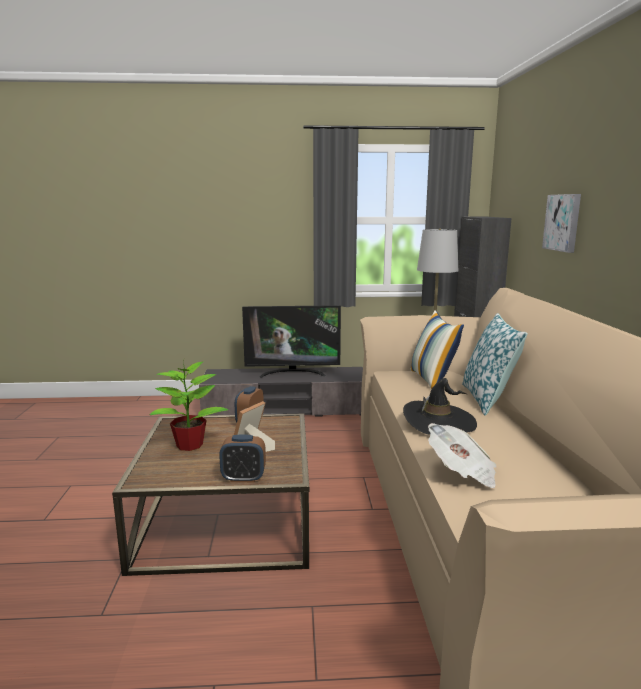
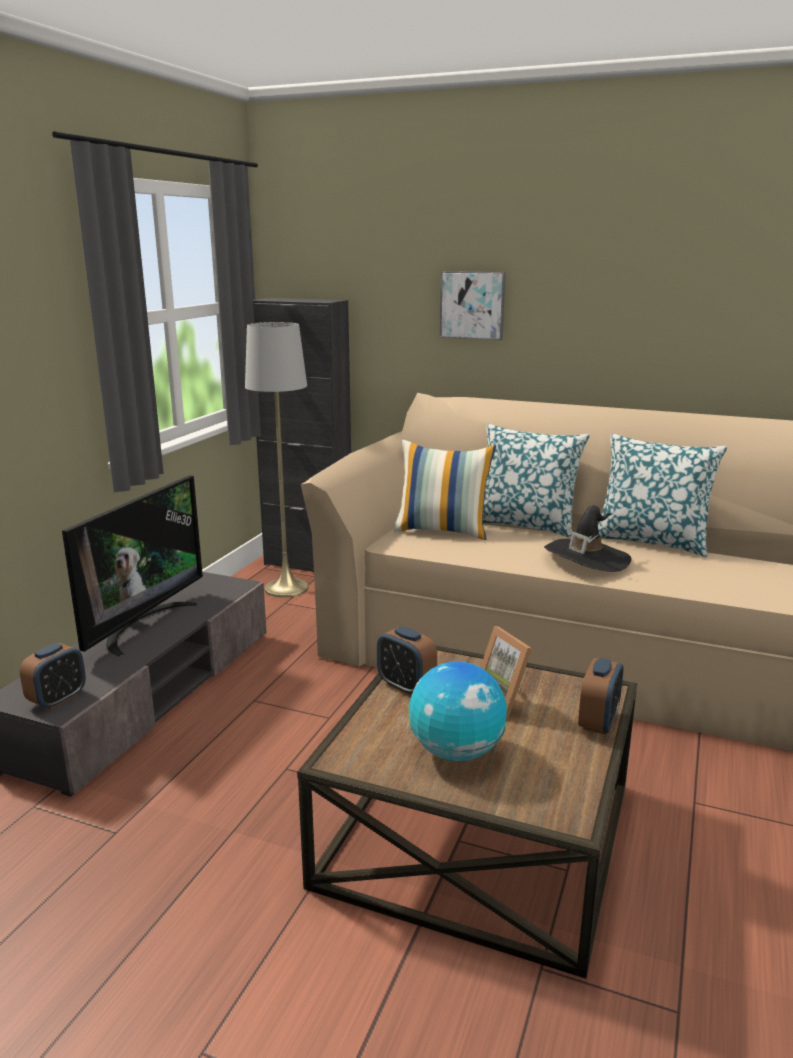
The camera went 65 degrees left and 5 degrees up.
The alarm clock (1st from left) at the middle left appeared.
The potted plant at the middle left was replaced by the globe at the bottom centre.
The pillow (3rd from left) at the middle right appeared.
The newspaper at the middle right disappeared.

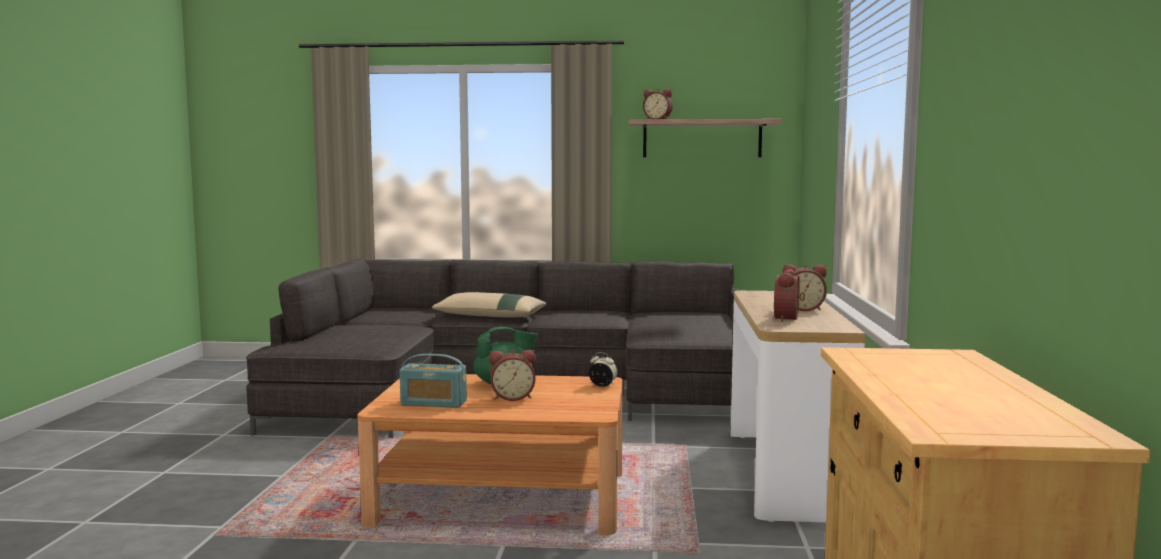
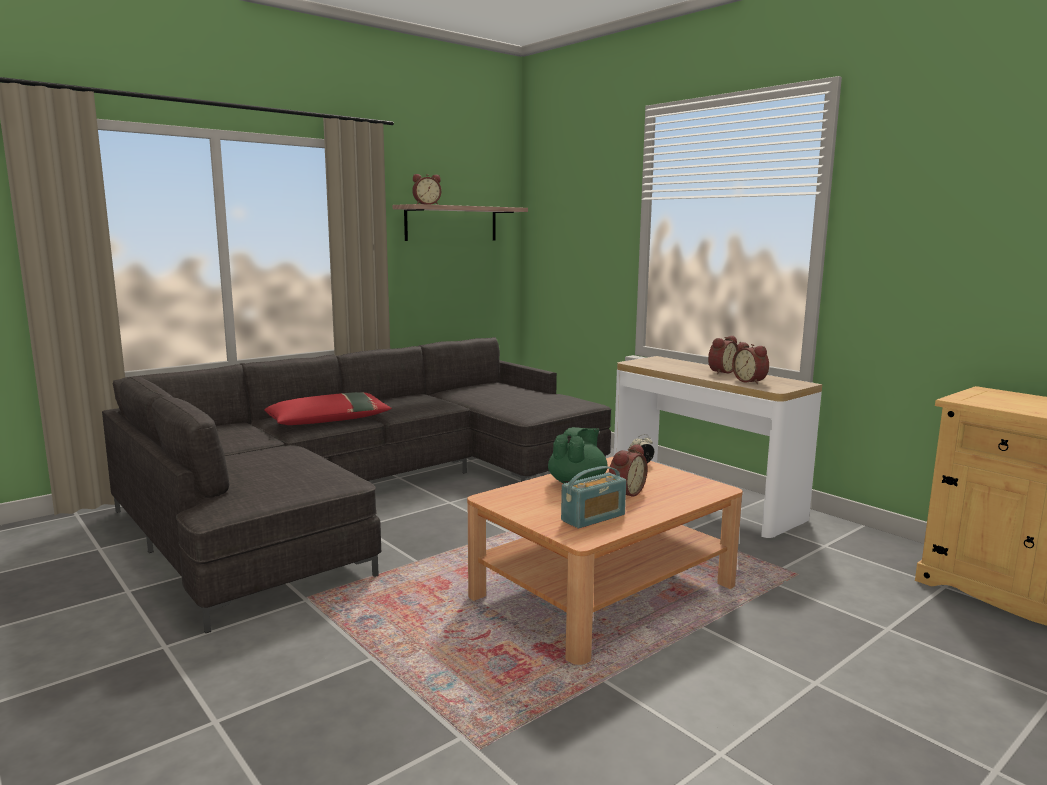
The camera went 45 degrees left and 5 degrees up.
The pillow (beige) at the centre became the pillow (red) at the middle left.

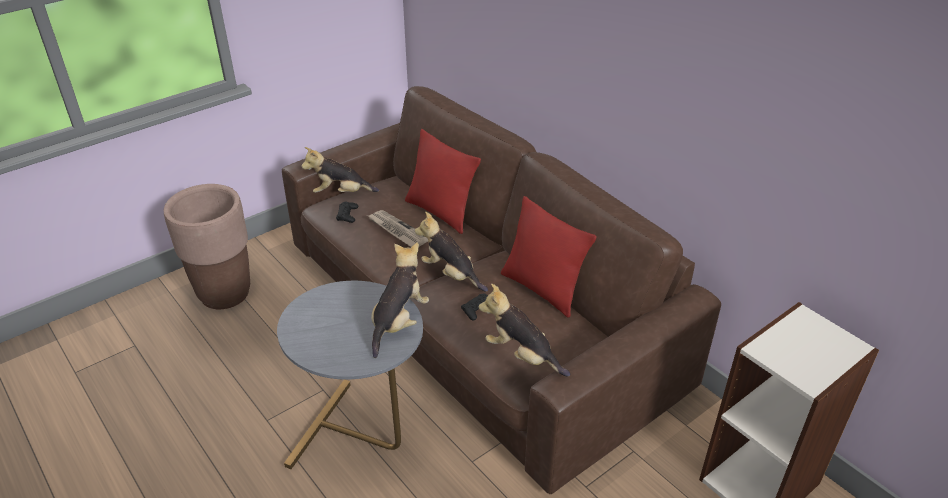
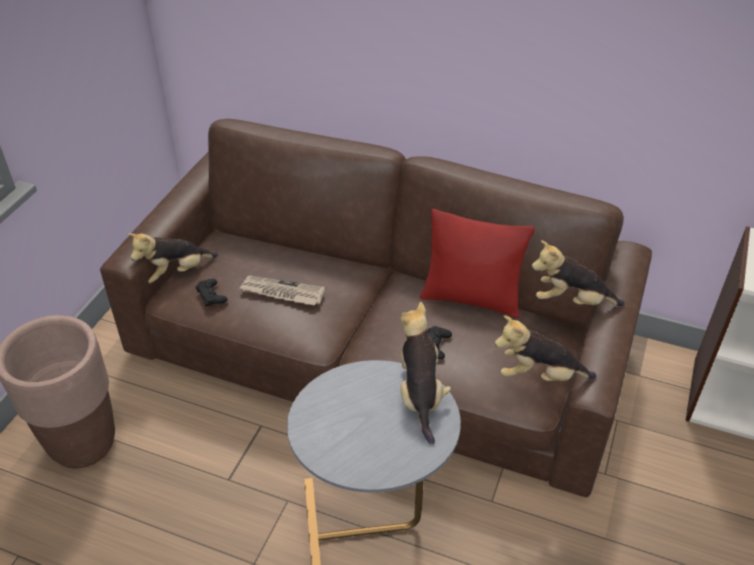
The camera went 30 degrees left and 5 degrees up.
The plush toy (3rd from left in the first image) moved from the centre to the middle right.
The pillow (red) (1st from left) at the centre disappeared.

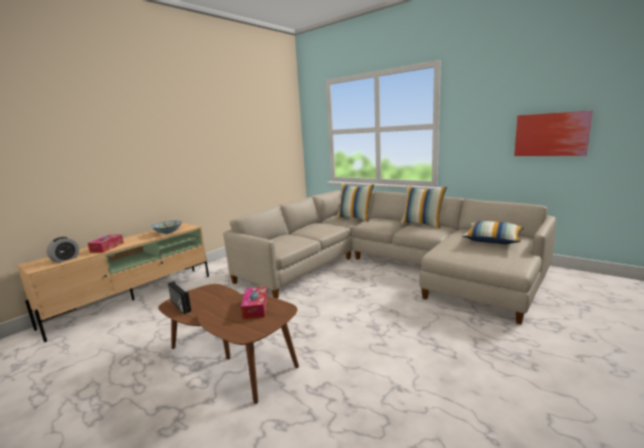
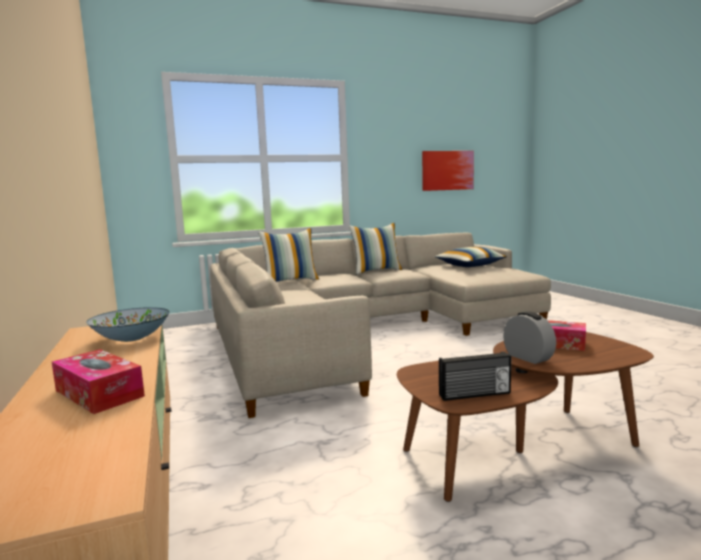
The camera went 60 degrees left and 5 degrees down.
The alarm clock moved from the middle left to the middle right.

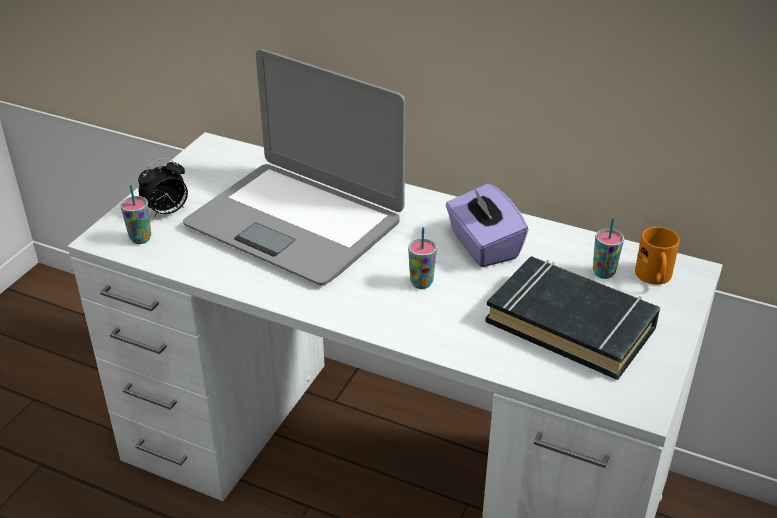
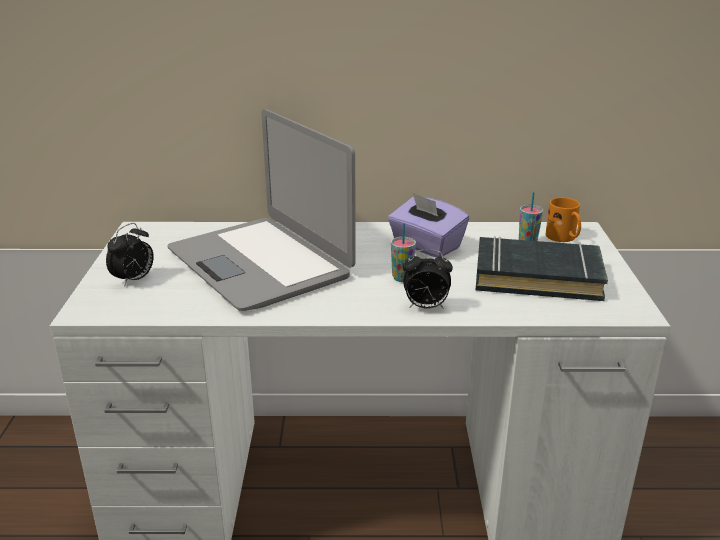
The camera went 25 degrees left and 10 degrees down.
The laptop at the top centre turned 45 degrees clockwise.
The alarm clock (2nd from left) at the centre appeared.
The cup (1st from left) at the middle left disappeared.

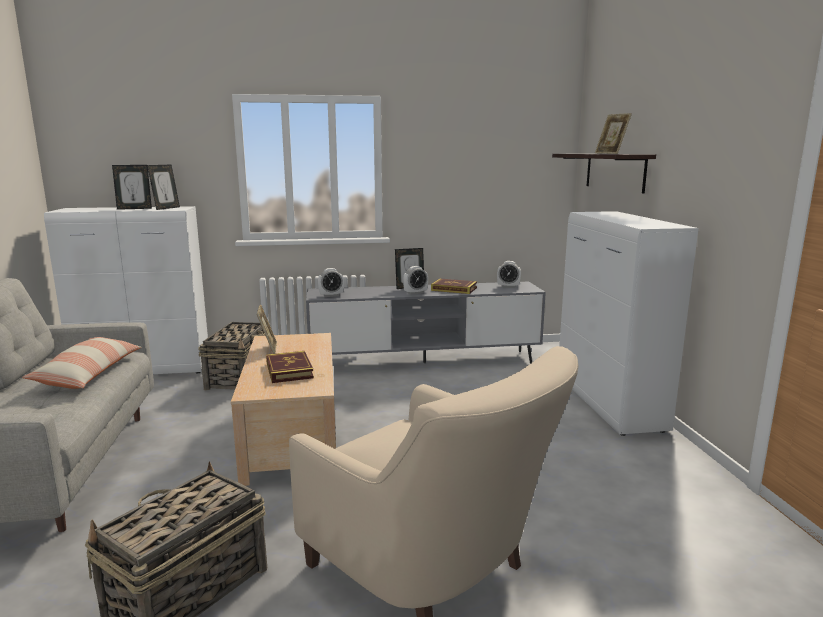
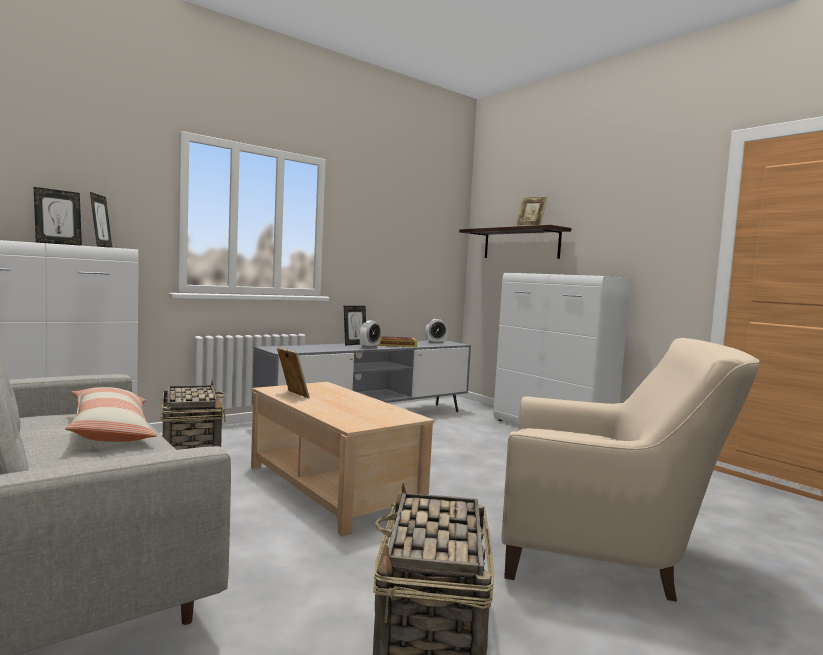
The camera went 30 degrees left and 10 degrees down.
The book (1st from left) at the centre disappeared.
The alarm clock (1st from left) at the centre disappeared.

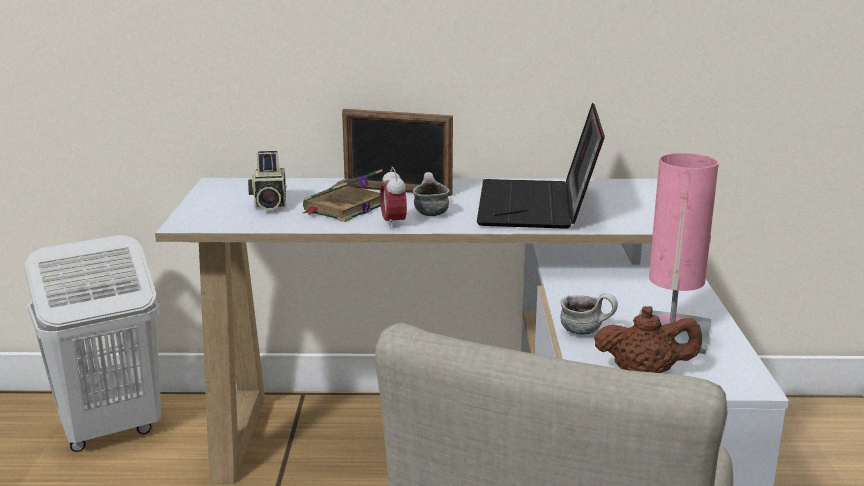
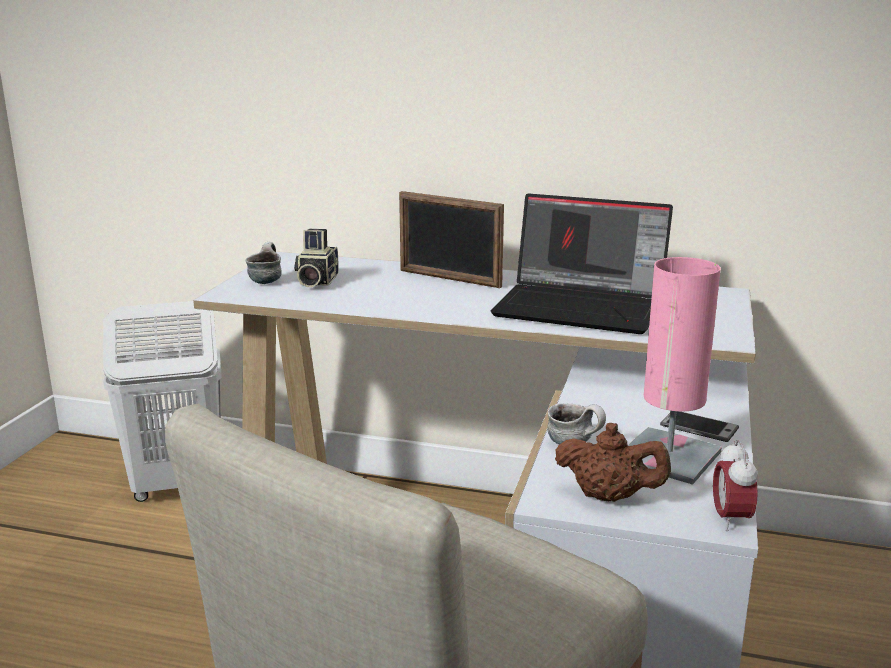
The camera went 15 degrees right and 0 degrees up.
The mug (1st from left) moved from the centre to the middle left.
The laptop at the centre turned 90 degrees counterclockwise.
The phone at the middle right appeared.
The alarm clock moved from the centre to the bottom right.
The book at the centre disappeared.

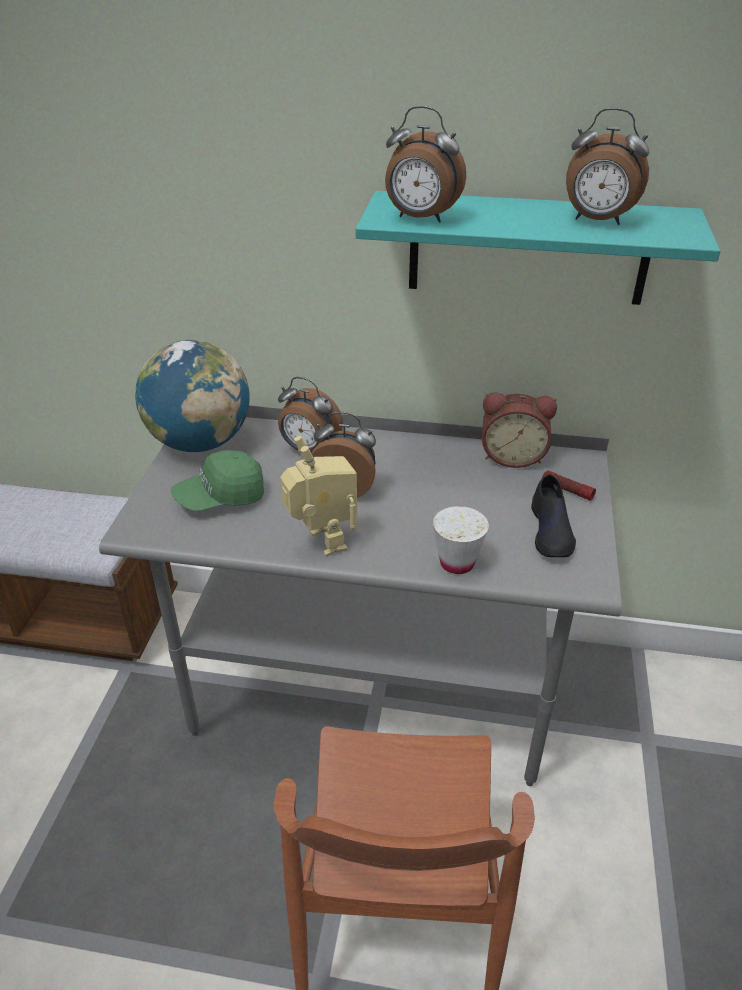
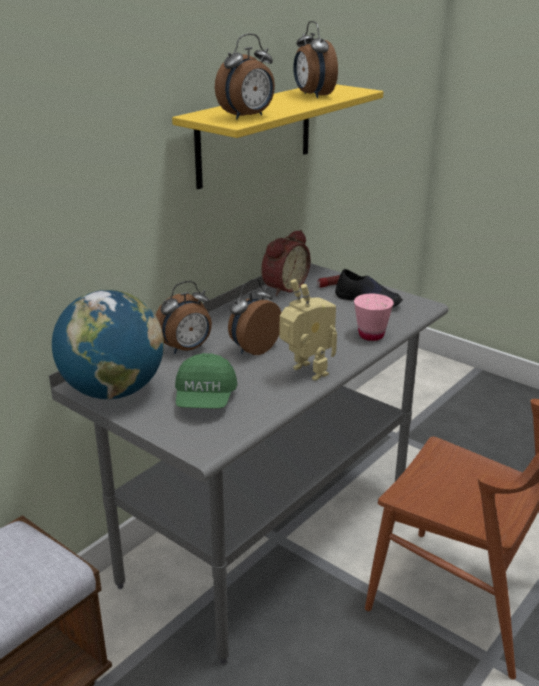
The camera went 60 degrees left and 10 degrees down.
The shelf (turquoise) at the top right became the shelf (yellow) at the top centre.
The toy robot at the centre turned 45 degrees clockwise.
The alarm clock (5th from left) at the top right turned 105 degrees clockwise.
The cup (white) at the centre became the cup (pink) at the middle right.

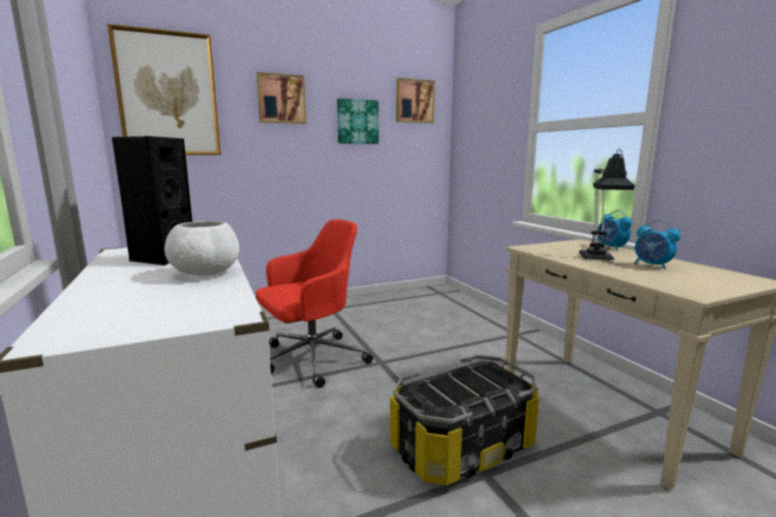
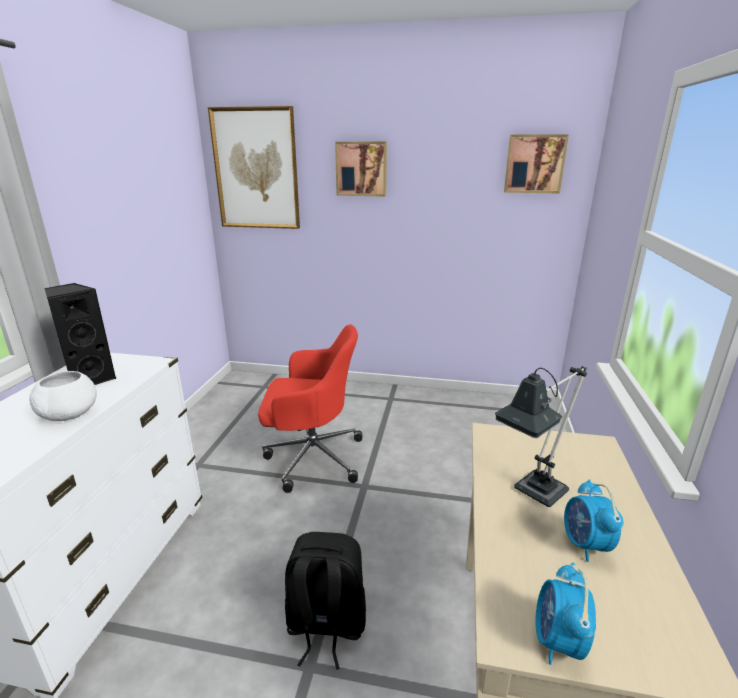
The camera went 35 degrees right and 10 degrees up.
The storage box at the bottom centre was replaced by the backpack (black) at the bottom centre.
The alarm clock (1st from left) moved from the middle right to the bottom right.
The picture (3rd from left) at the top centre disappeared.

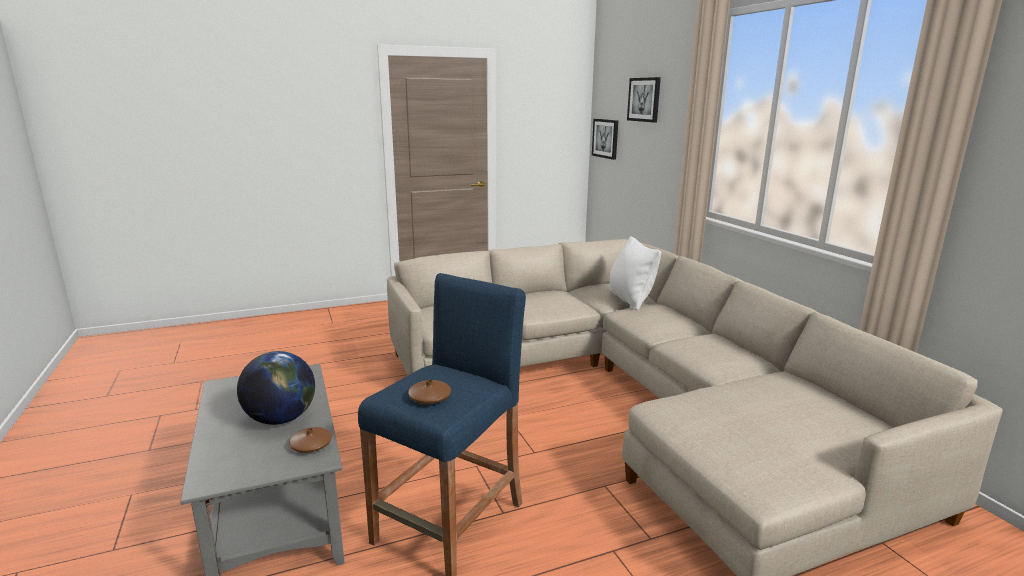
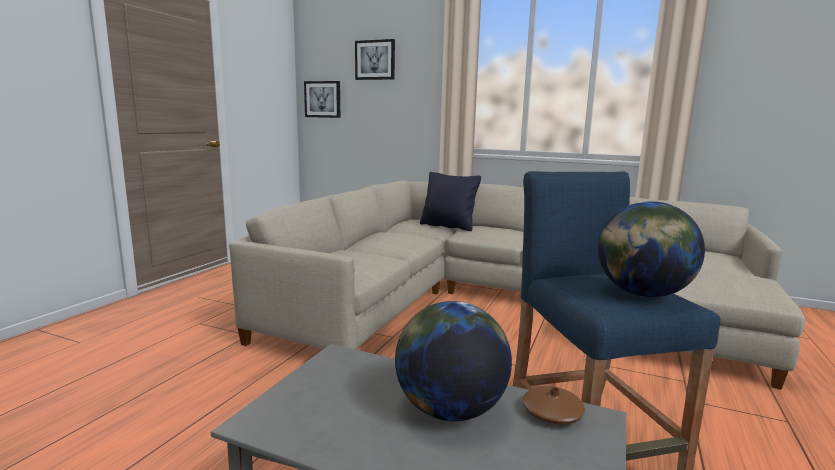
The camera went 45 degrees left and 5 degrees down.
The pillow (white) at the centre became the pillow (black) at the centre.
The vase (brown) (2nd from left) at the bottom centre was replaced by the globe (2nd from left) at the middle right.

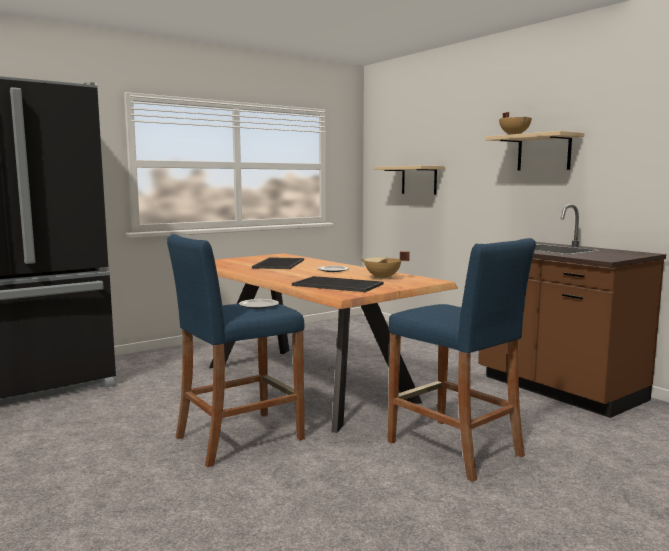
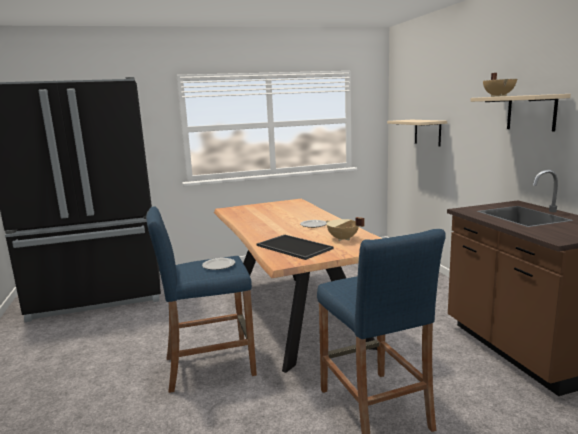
The camera went 20 degrees right and 5 degrees up.
The tray (1st from left) at the centre disappeared.

